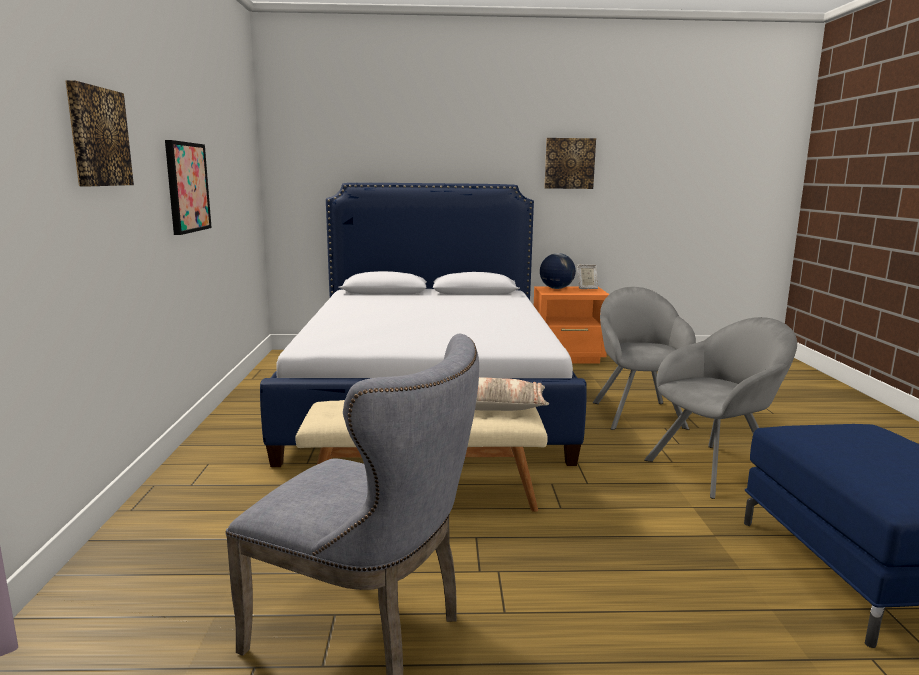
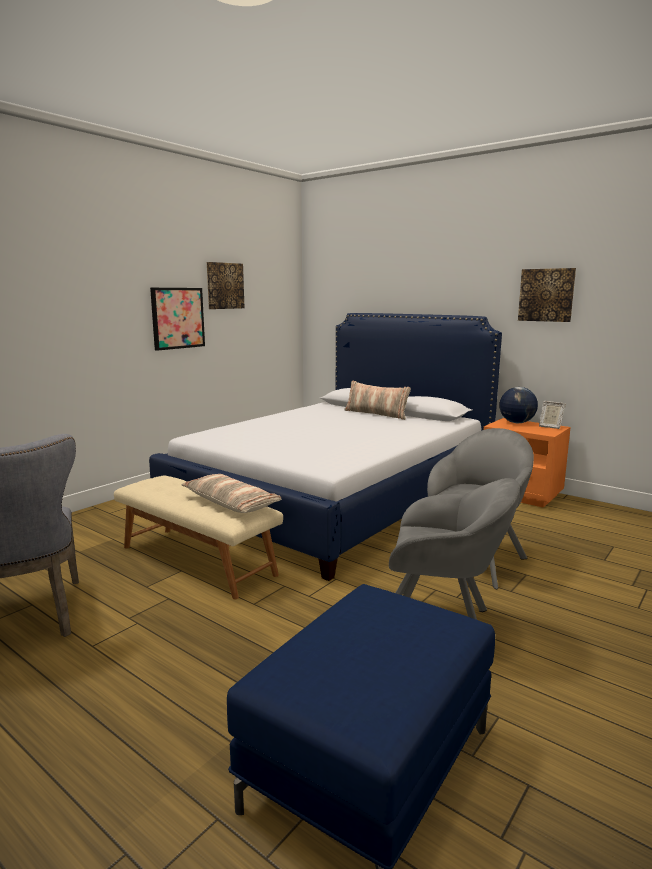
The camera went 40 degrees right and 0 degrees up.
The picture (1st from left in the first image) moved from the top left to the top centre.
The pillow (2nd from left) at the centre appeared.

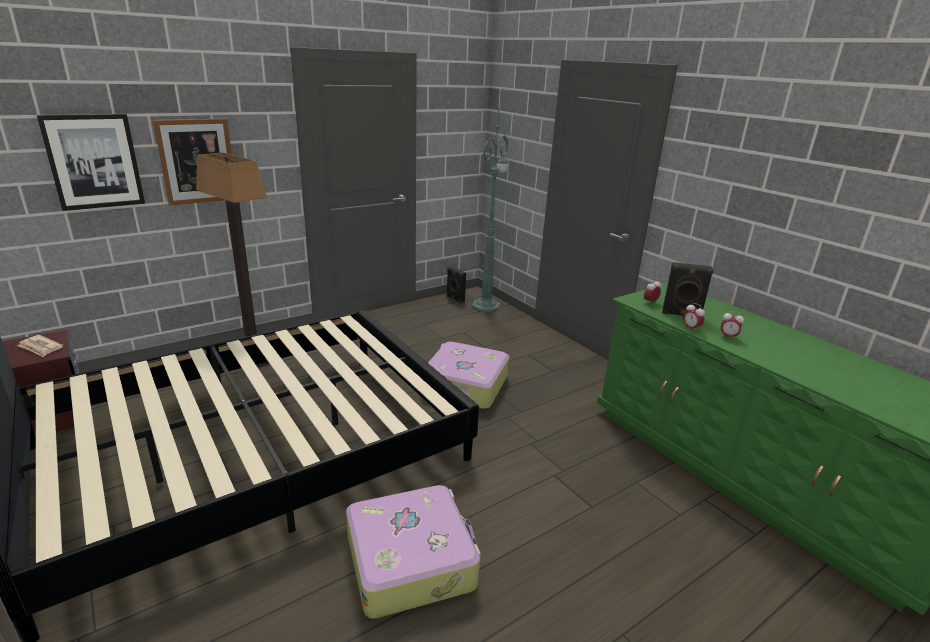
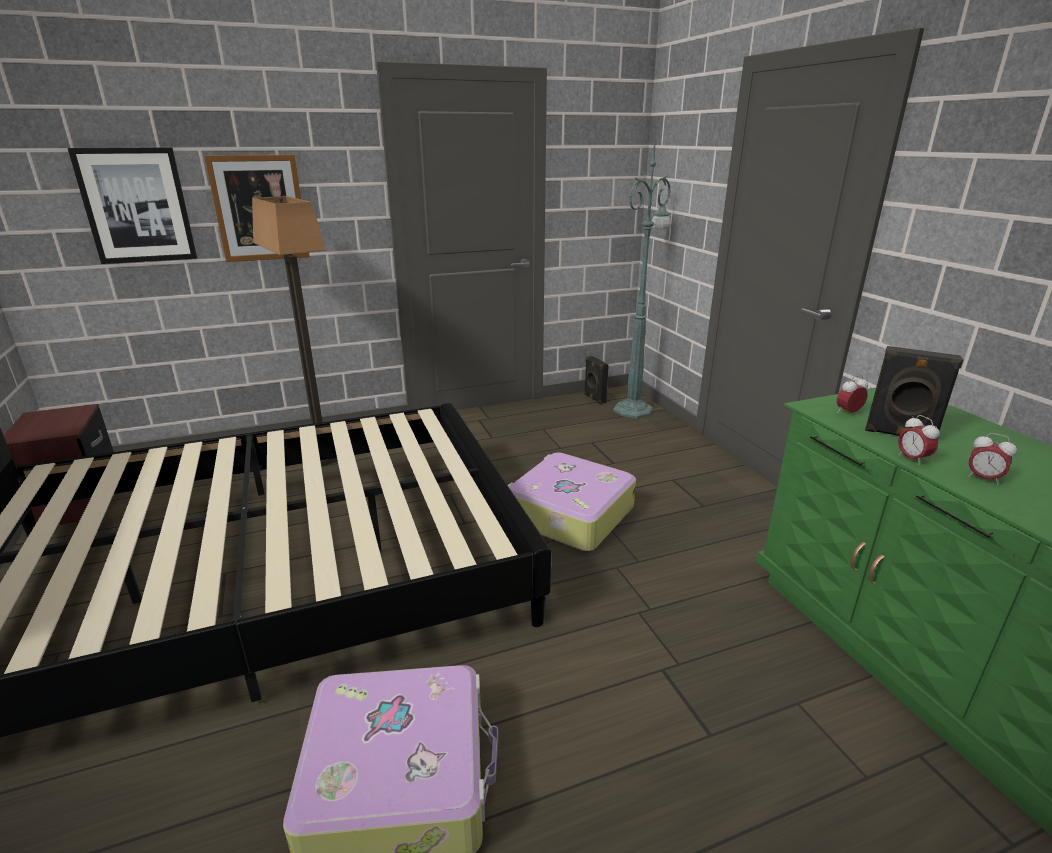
The camera went 15 degrees right and 0 degrees up.
The newspaper at the middle left disappeared.

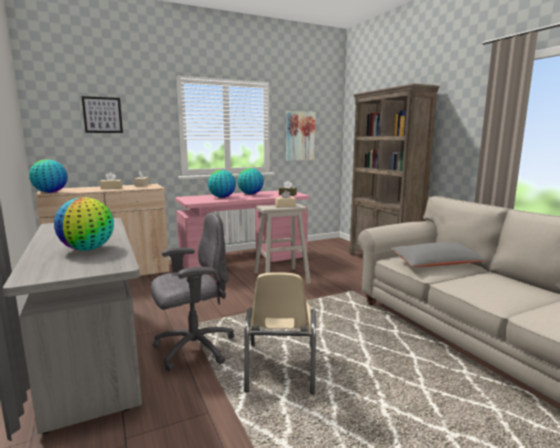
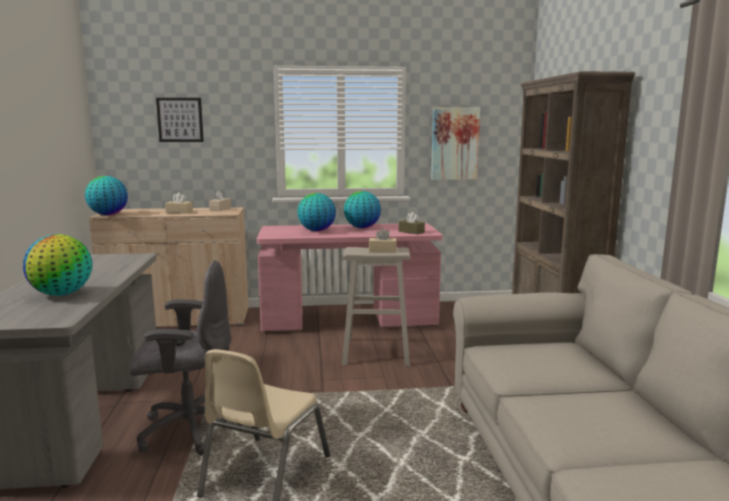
The camera went 20 degrees right and 0 degrees up.
The pillow (grey) at the middle right disappeared.

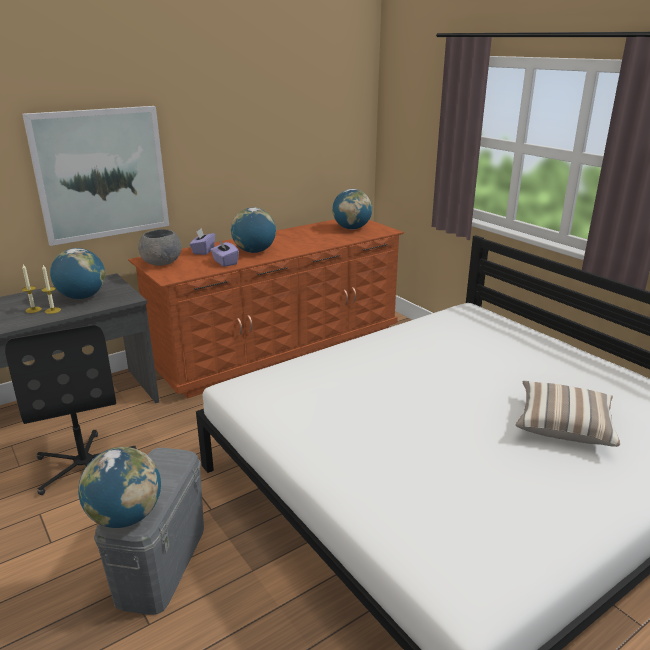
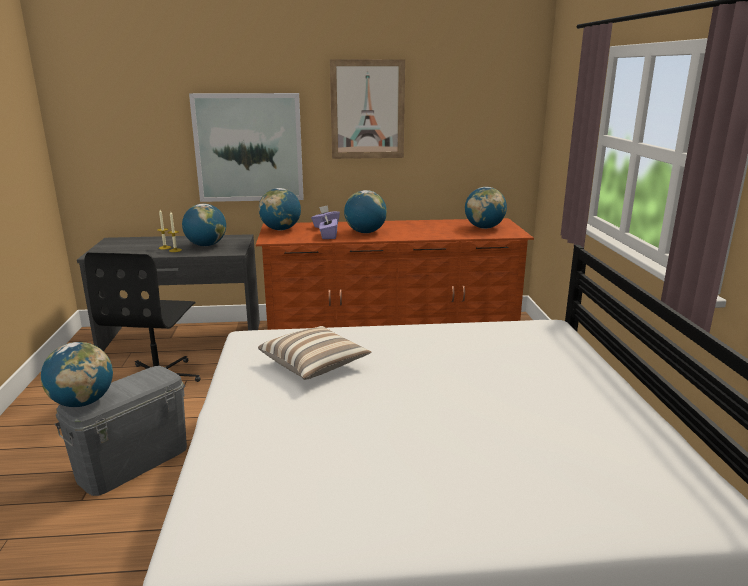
The camera went 30 degrees right and 5 degrees down.
The bowl (grey) at the middle left was replaced by the globe (3rd from left) at the centre.
The pillow moved from the middle right to the centre.
The picture (2nd from left) at the top centre appeared.

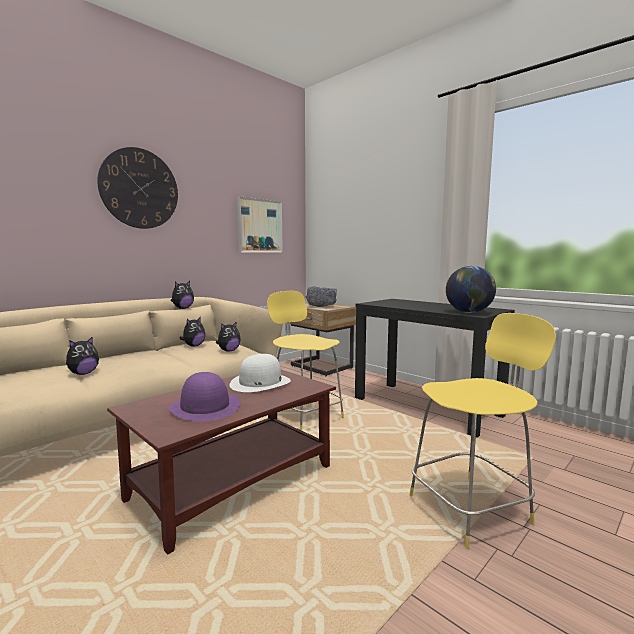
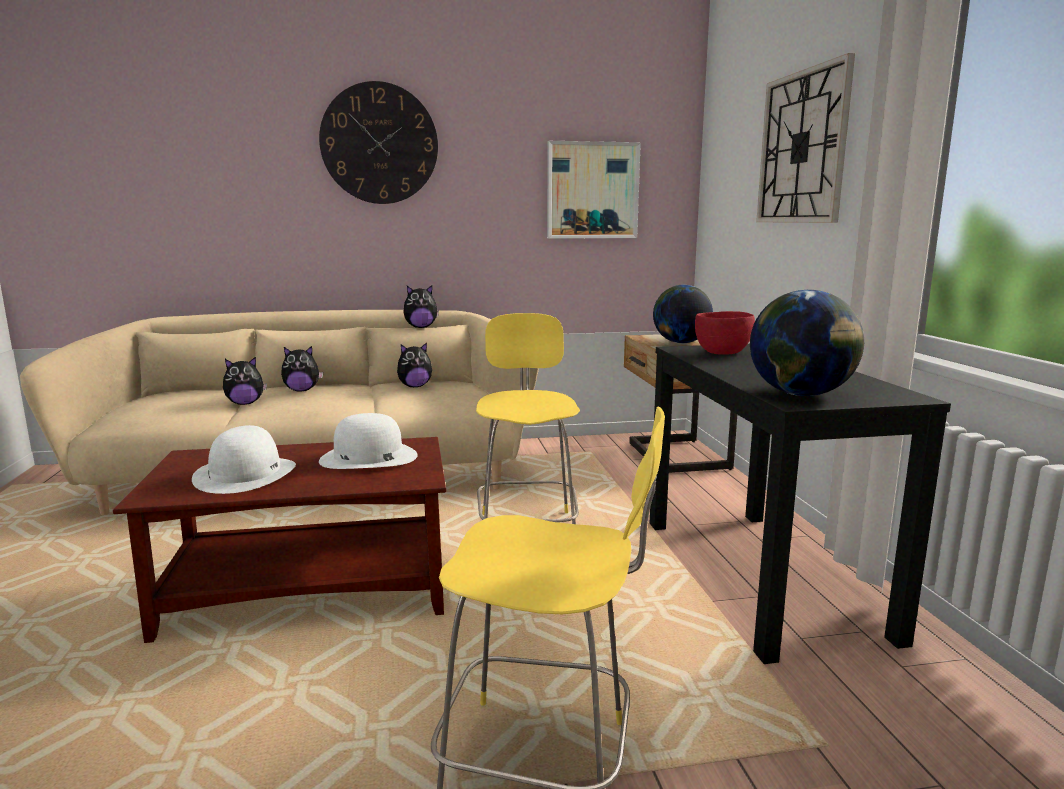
The camera went 35 degrees right and 5 degrees up.
The hat (purple) at the middle left became the hat (white) (1st from left) at the middle left.
The plush toy (4th from left in the first image) moved from the centre to the middle left.
The bowl (grey) at the centre was replaced by the globe (1st from left) at the centre.
The bowl (red) at the middle right appeared.
The wall clock (2nd from left) at the top right appeared.

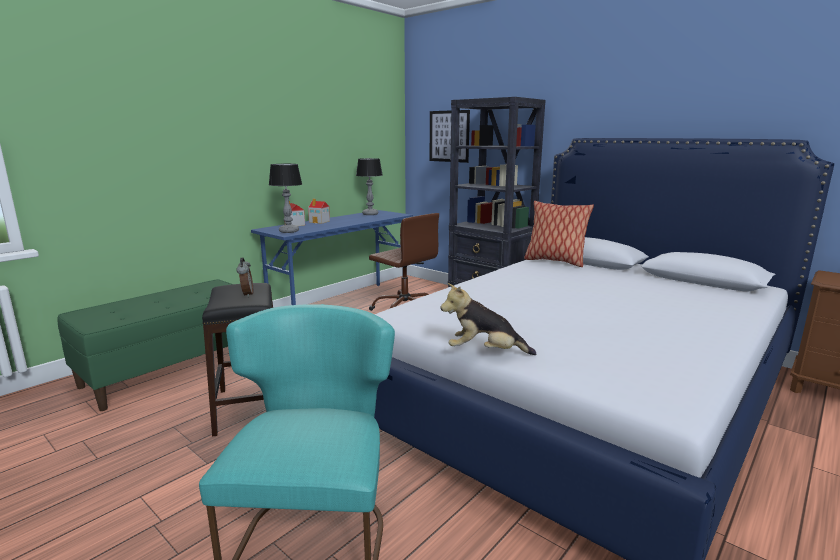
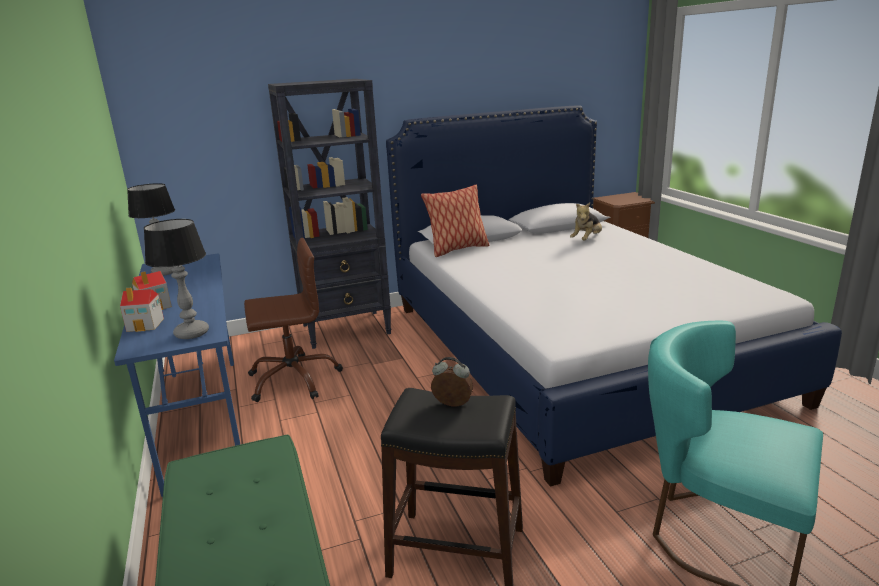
The camera went 60 degrees left and 5 degrees up.
The plush toy moved from the centre to the middle right.
The picture at the top centre disappeared.

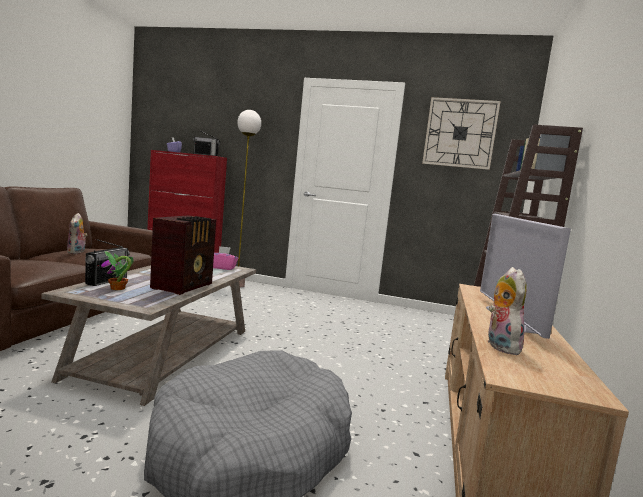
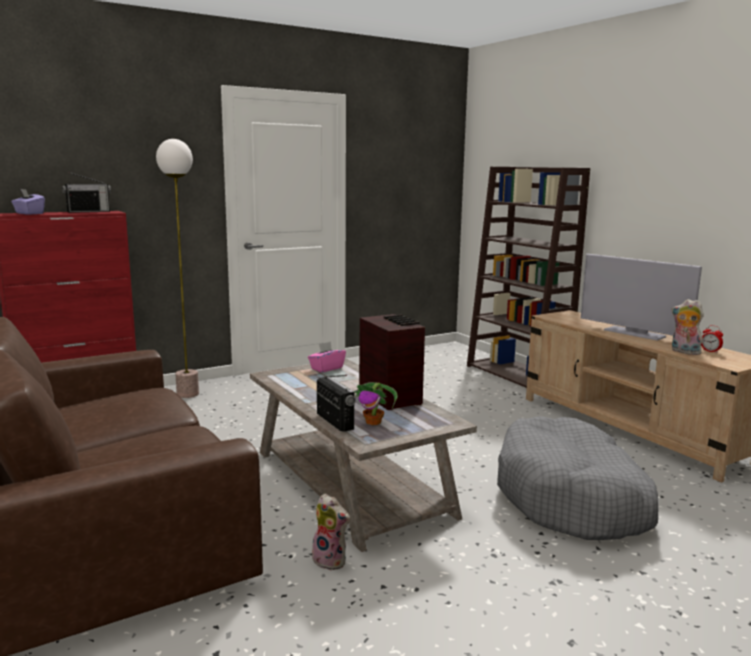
The camera went 45 degrees left and 5 degrees up.
The plush toy (1st from left) moved from the middle left to the bottom centre.
The alarm clock at the middle right appeared.
The wall clock at the top right disappeared.

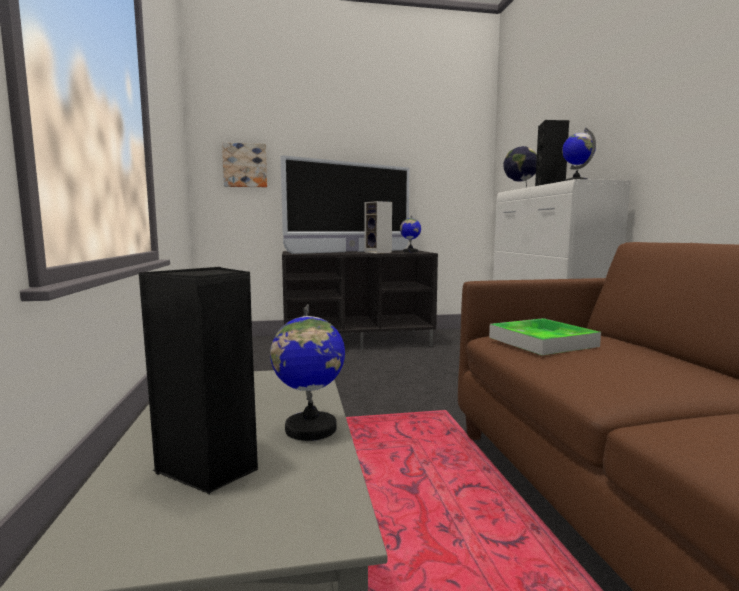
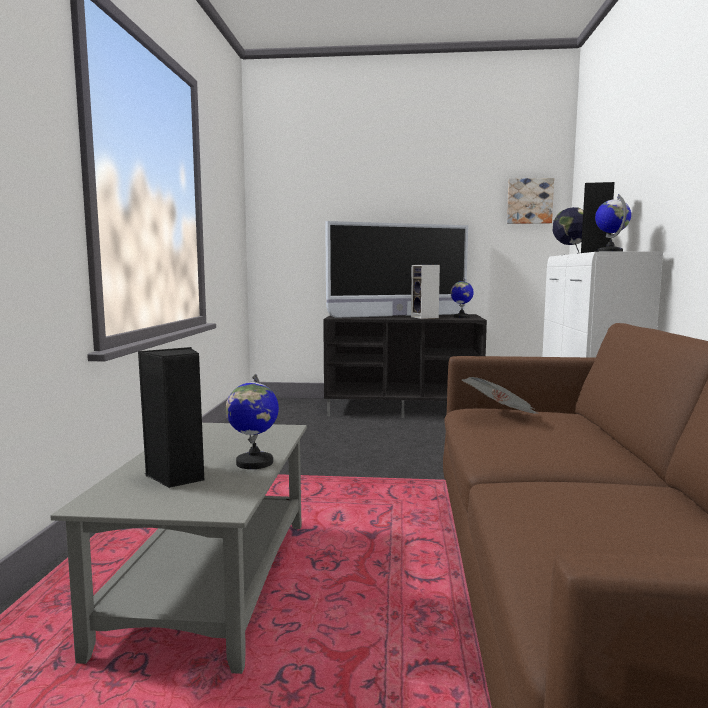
The camera went 15 degrees right and 0 degrees up.
The tray at the middle right was replaced by the newspaper at the middle right.
The picture moved from the top left to the top right.

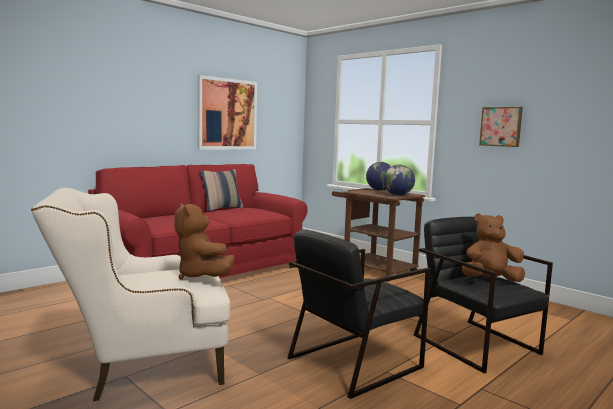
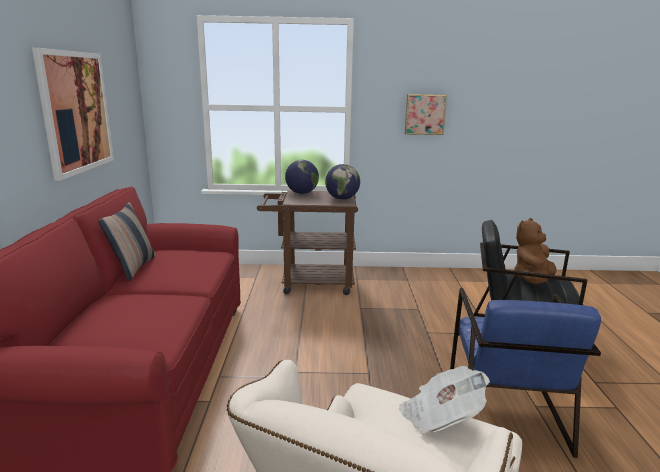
The camera went 45 degrees left and 10 degrees up.
The plush toy (brown) (1st from left) at the centre was replaced by the newspaper at the bottom right.
The armchair (black) (1st from left) at the bottom centre became the armchair (blue) at the bottom right.

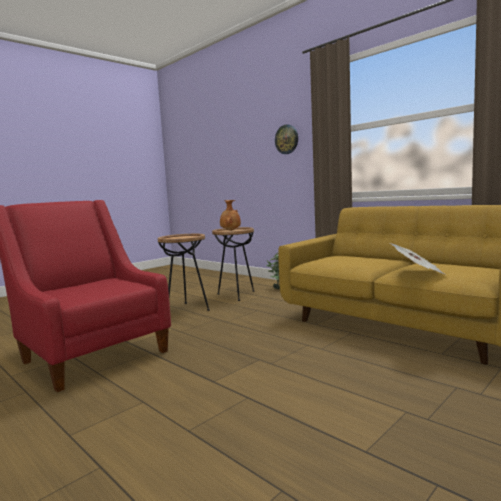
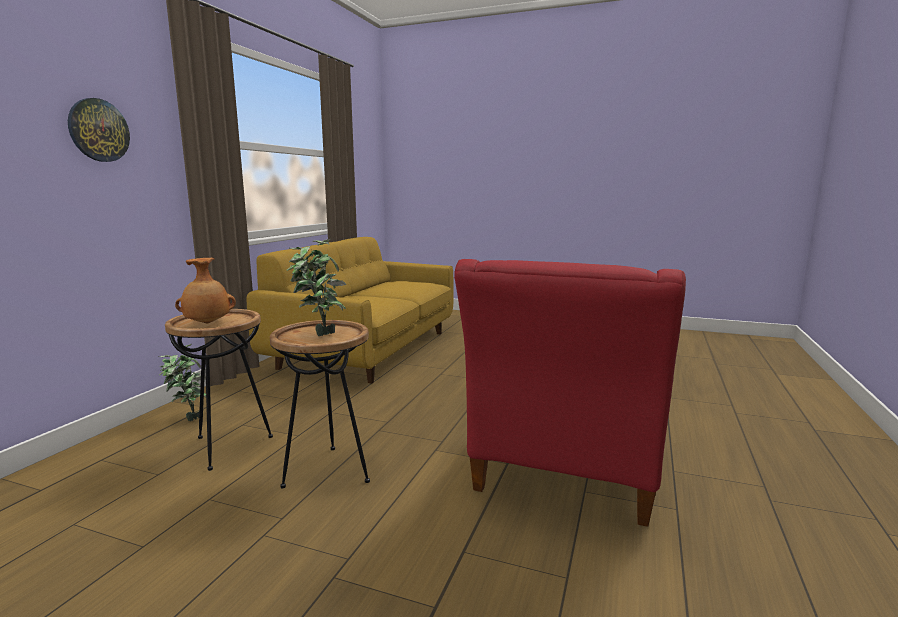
The camera went 115 degrees left and 5 degrees up.
The potted plant (2nd from left) at the centre appeared.
The newspaper at the middle right disappeared.

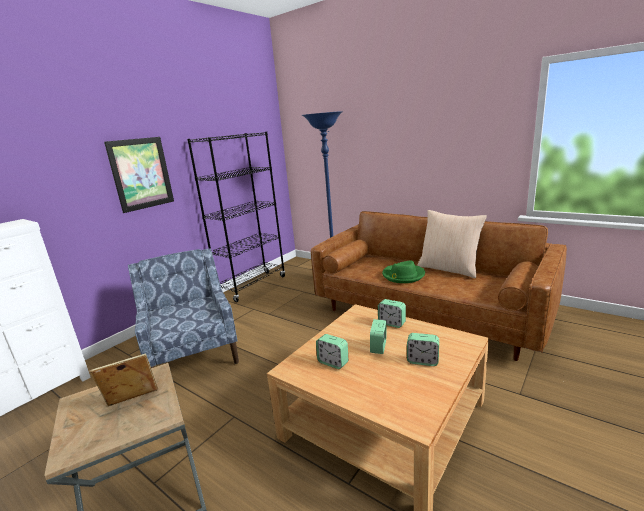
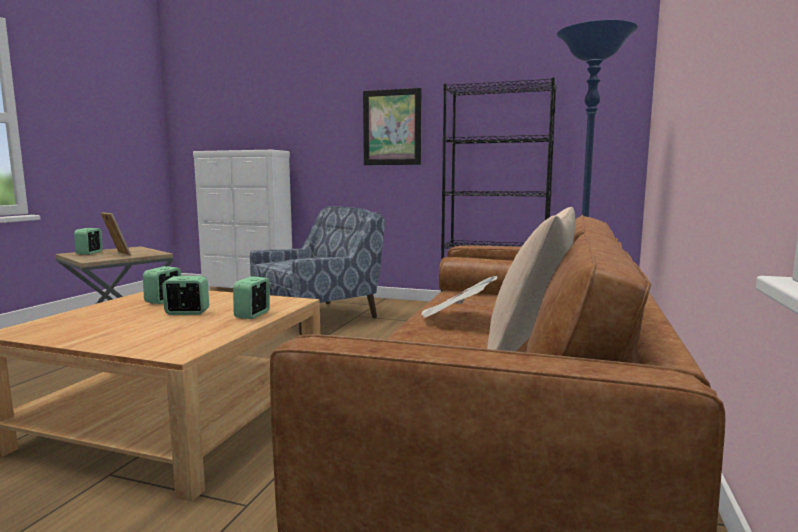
The camera went 70 degrees right and 10 degrees down.
The alarm clock (4th from left in the first image) moved from the bottom centre to the middle left.
The hat (green) at the centre was replaced by the newspaper at the centre.

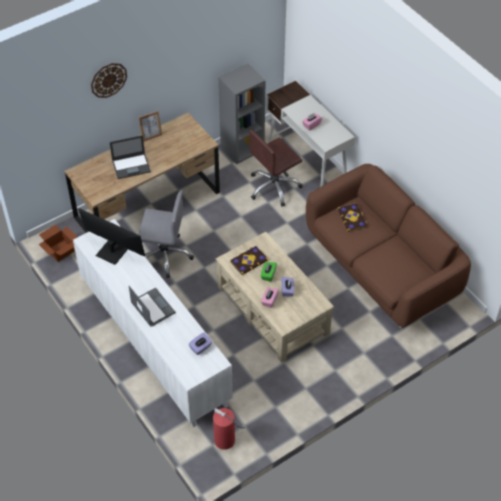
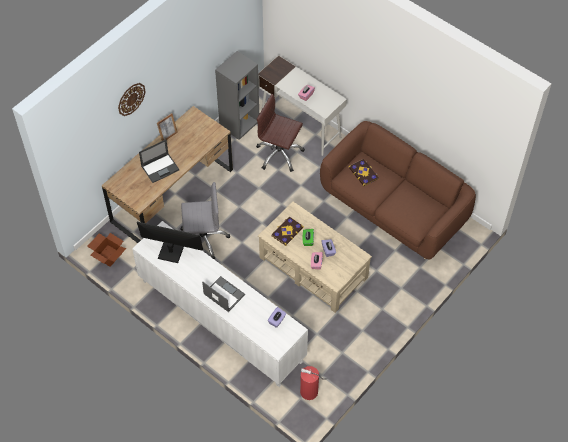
The camera went 15 degrees left and 5 degrees up.
The office chair (brown) at the centre turned 75 degrees clockwise.

